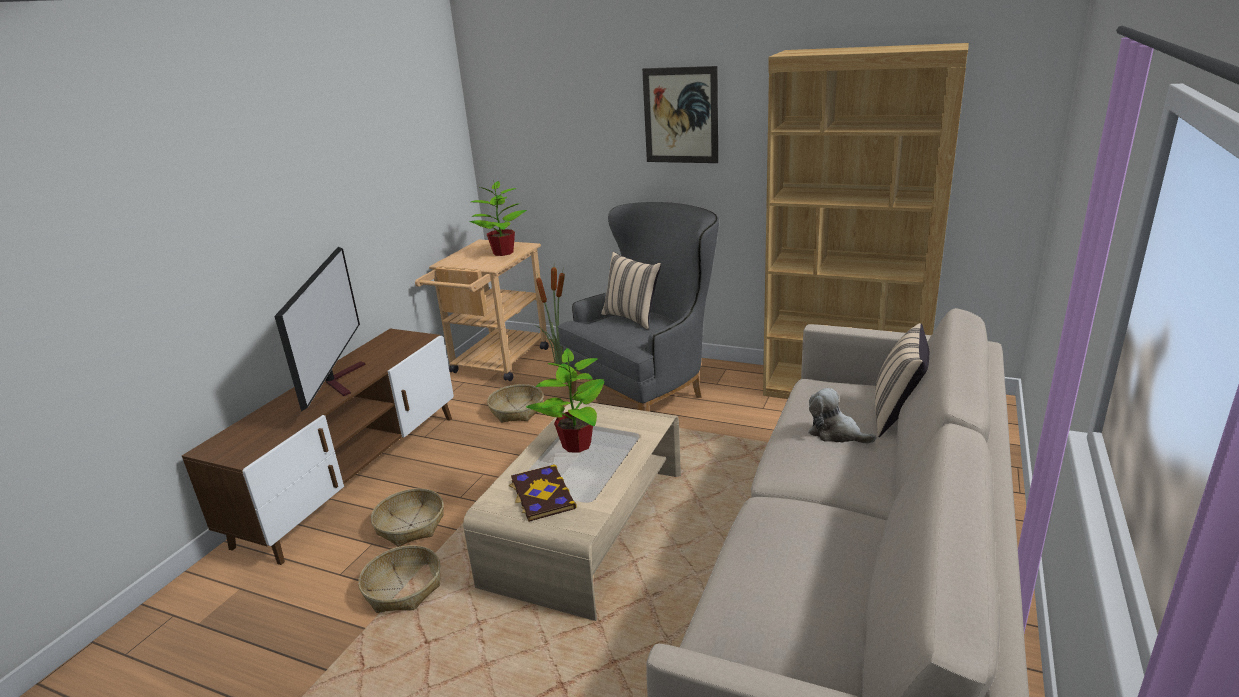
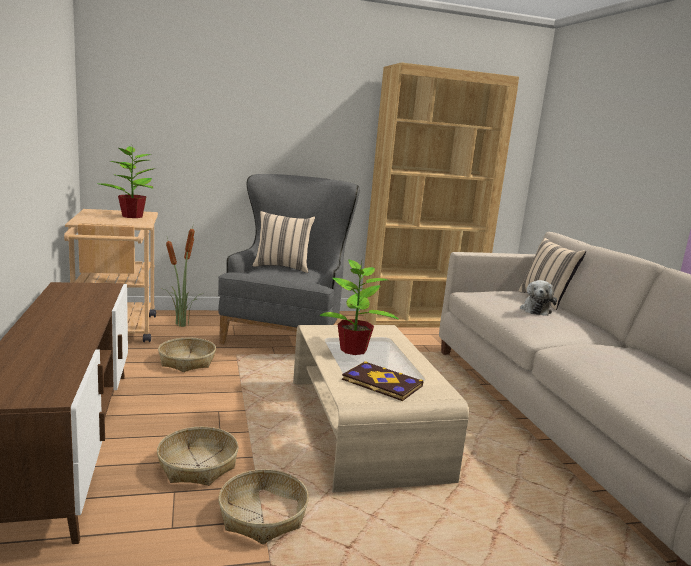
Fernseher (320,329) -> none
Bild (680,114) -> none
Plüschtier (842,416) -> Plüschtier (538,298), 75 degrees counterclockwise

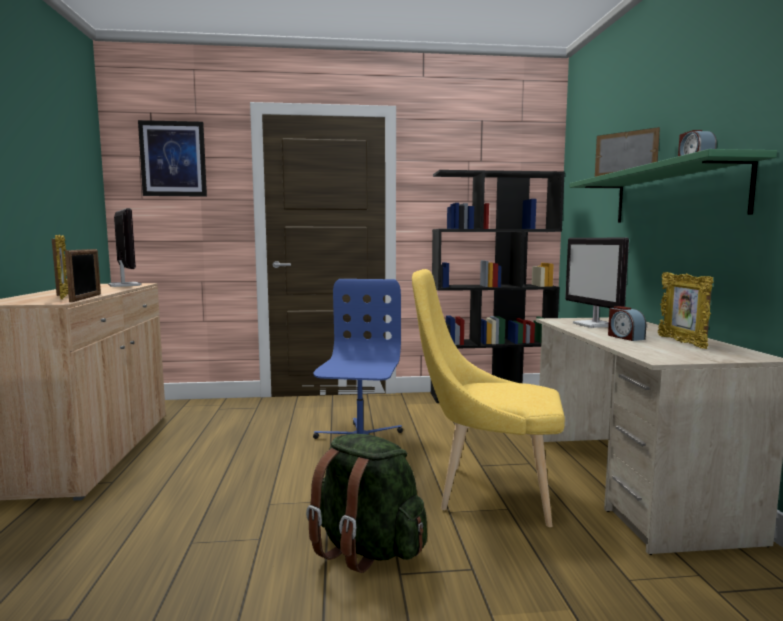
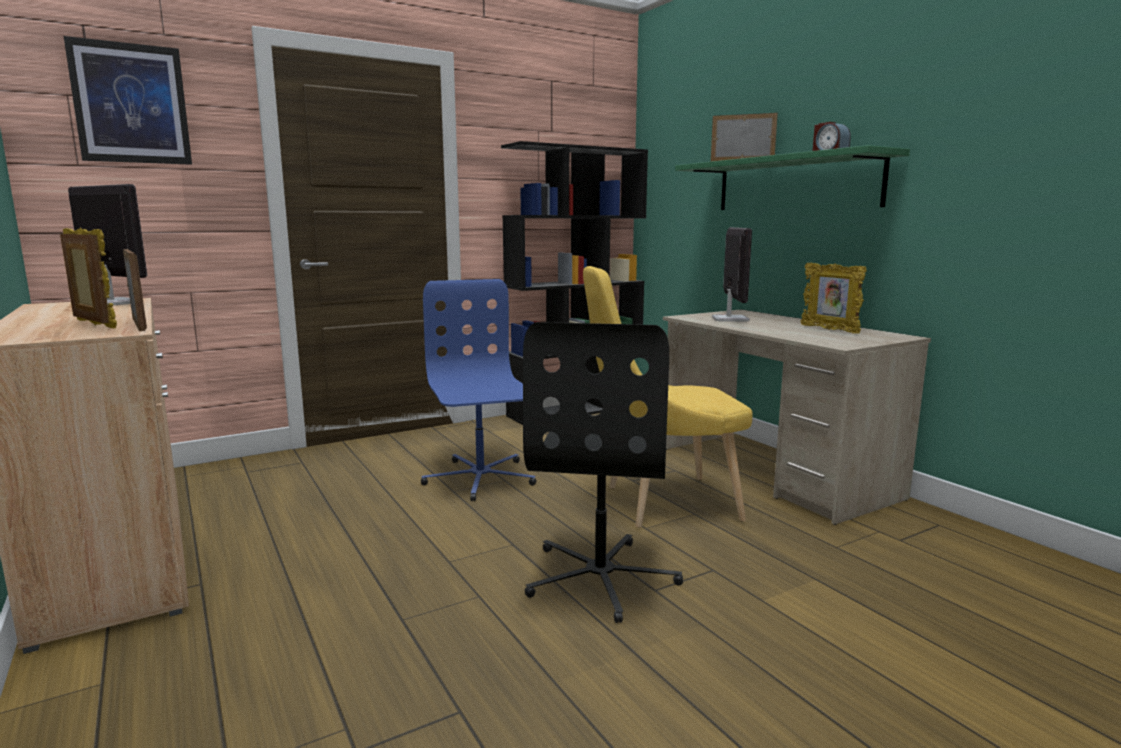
Wecker (627,323) -> none
Rucksack (grün) (366,503) -> Bürostuhl (schwarz) (603,472)
Monitor (597,283) -> Monitor (732,274), 135 degrees counterclockwise

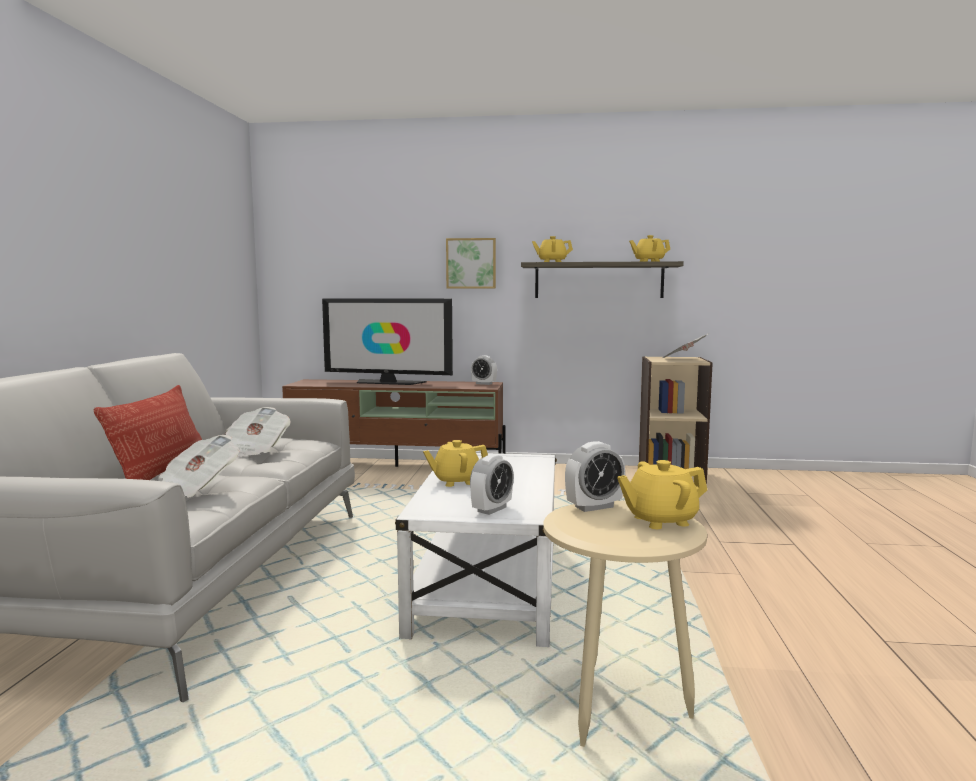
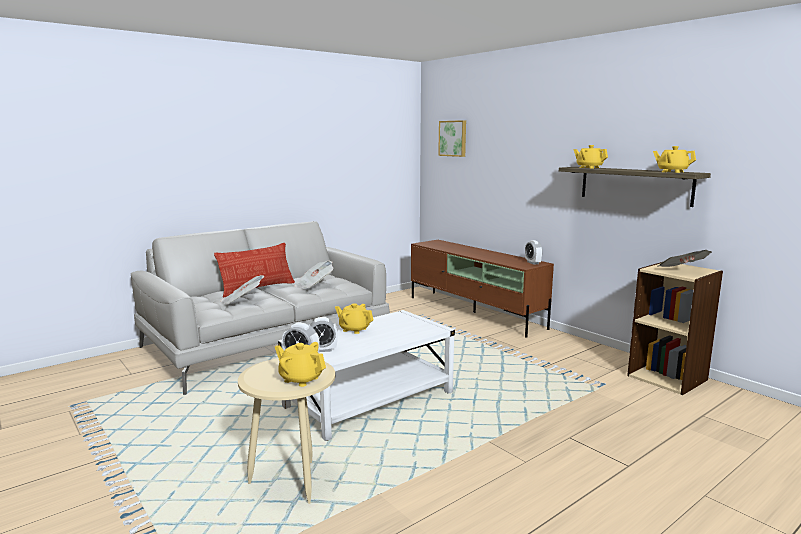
Fernseher (387,341) -> none
Bild (471,263) -> Bild (452,138), shifted

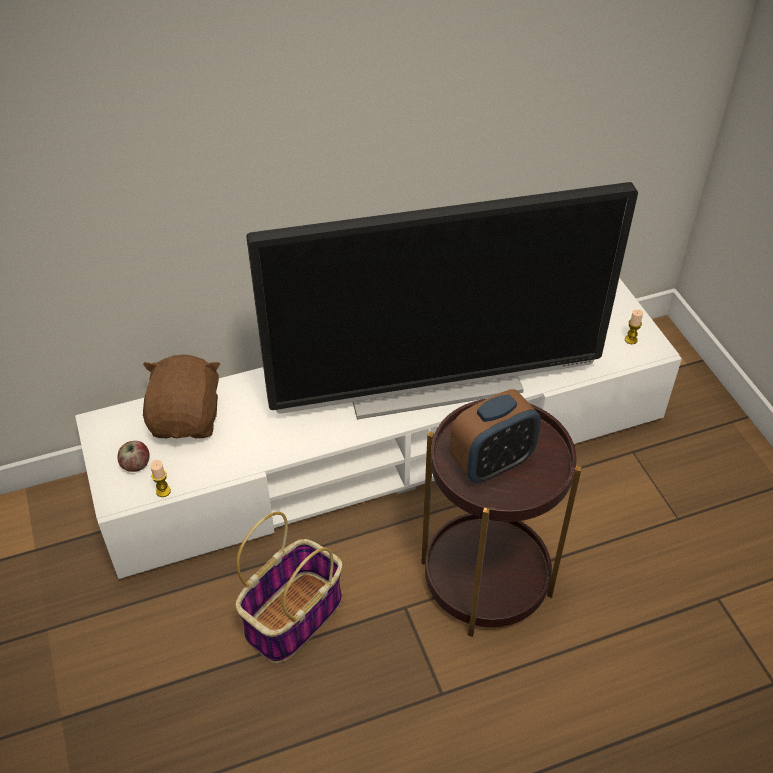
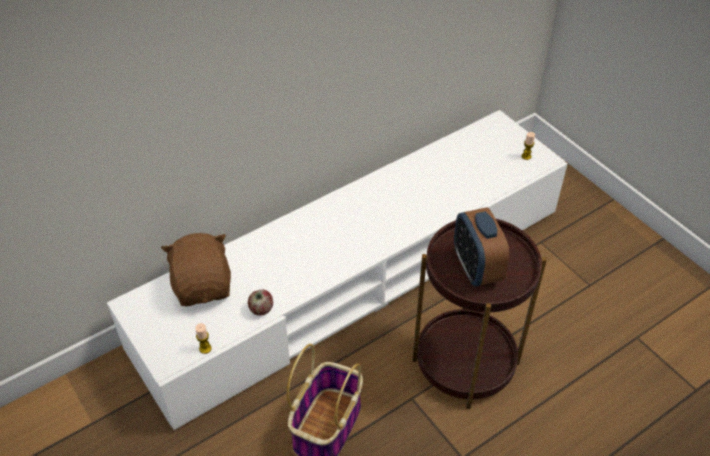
Fernseher (442,300) -> none
Apfel (133,456) -> Apfel (260,303), shifted
Wecker (495,435) -> Wecker (481,246), 120 degrees clockwise

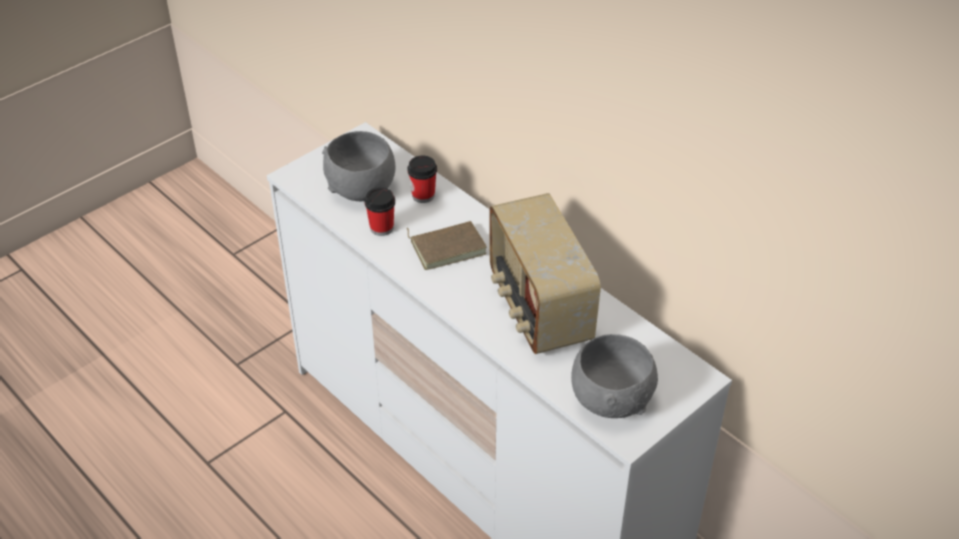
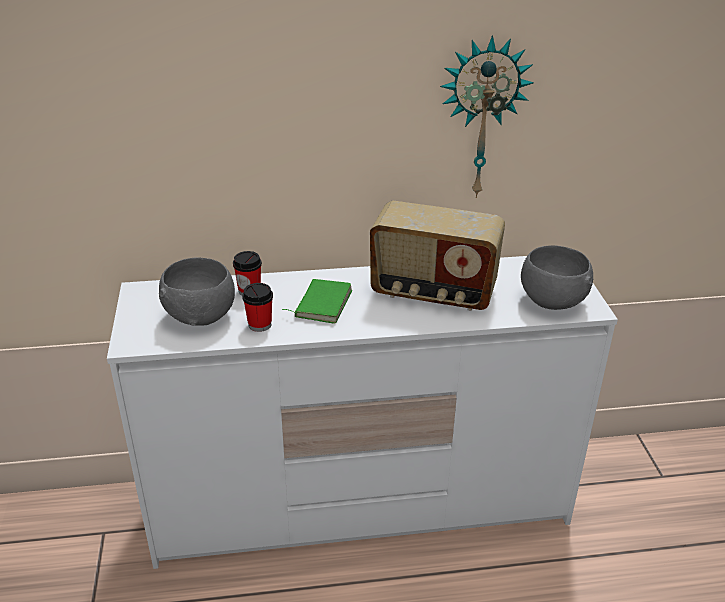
none -> Wanduhr (487,116)
Buch (braun) (447,245) -> Buch (grün) (317,301)

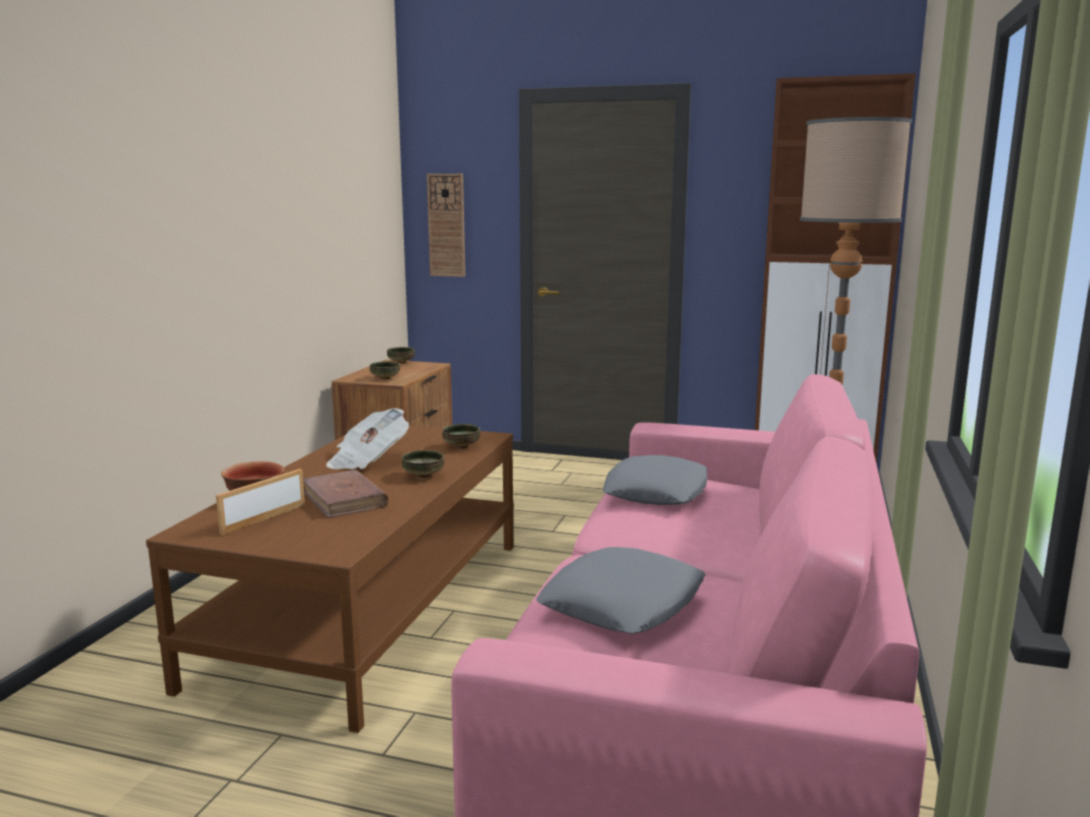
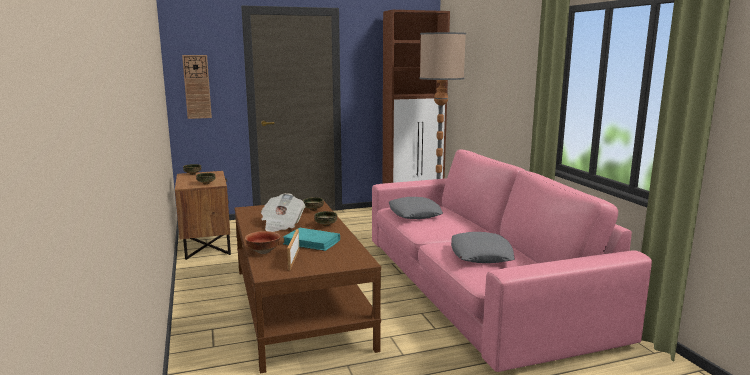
Buch (braun) (345,494) -> Buch (türkis) (311,239)

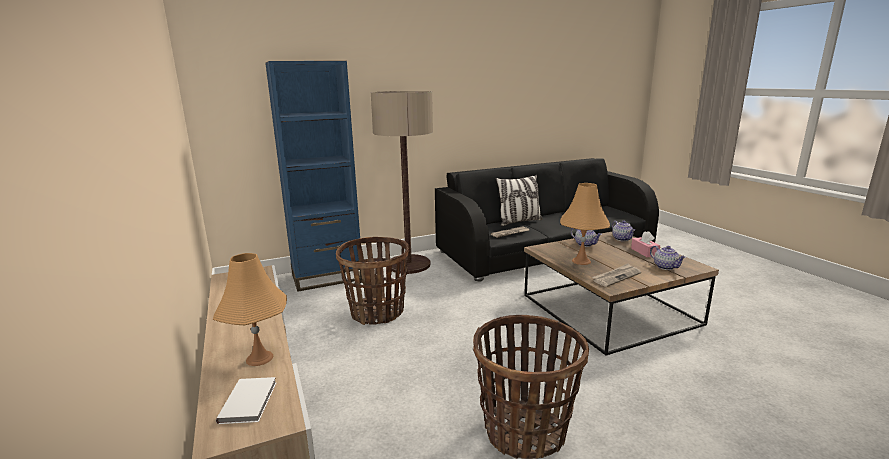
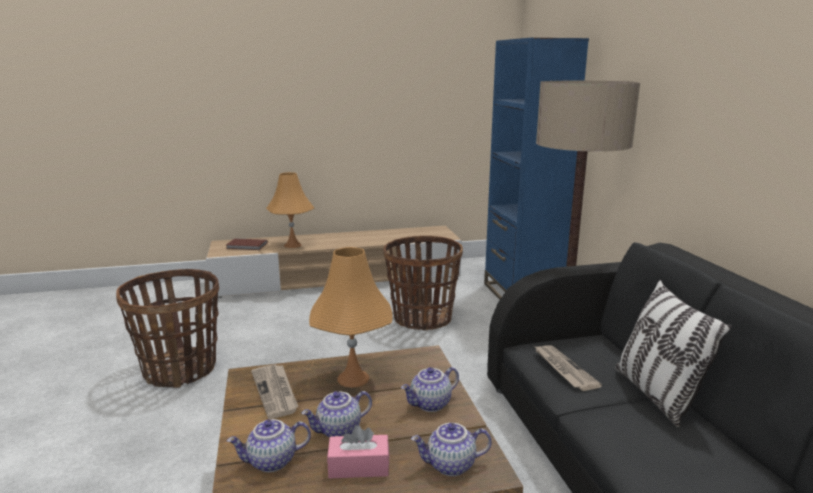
none -> Teekanne (336,414)
Buch (weiß) (246,400) -> Buch (braun) (247,244)

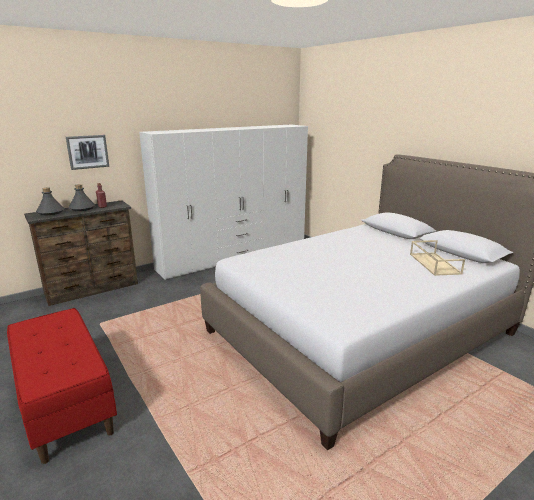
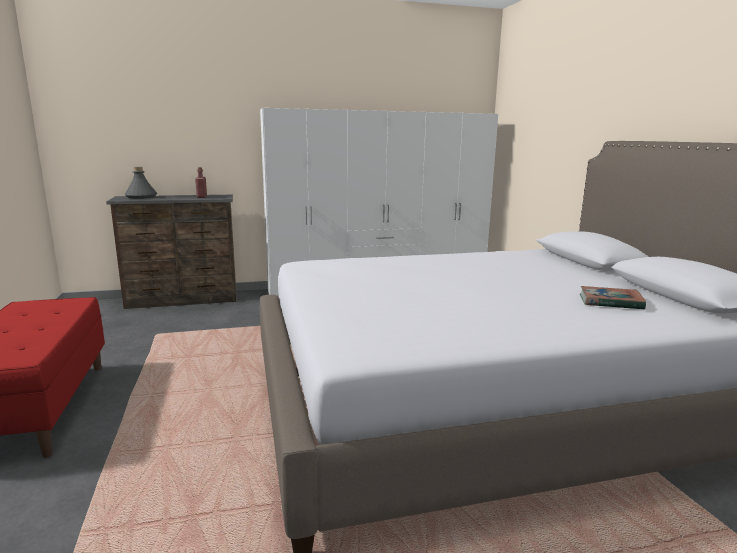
Bild (87,152) -> none
Flasche (grau) (82,197) -> none
Tablett (beige) (437,258) -> Buch (613,298)

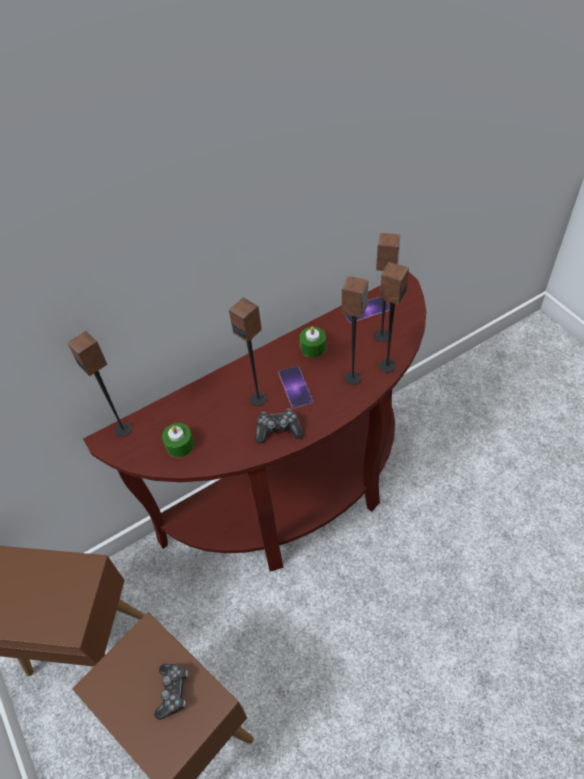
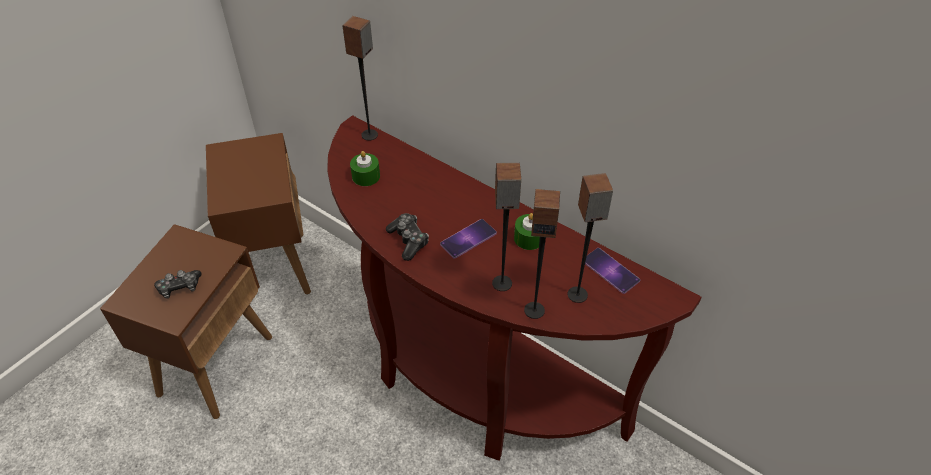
Lautsprecher (248,351) -> none

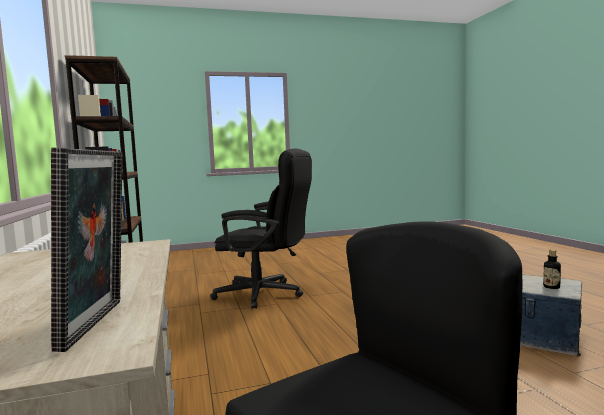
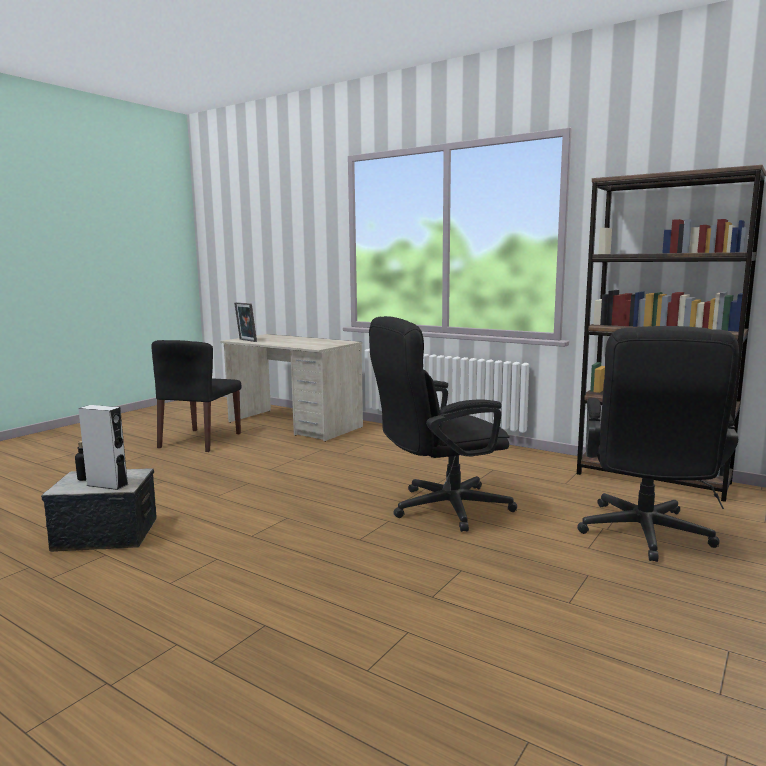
none -> Lautsprecher (grau) (103,447)
none -> Bürostuhl (schwarz) (658,444)

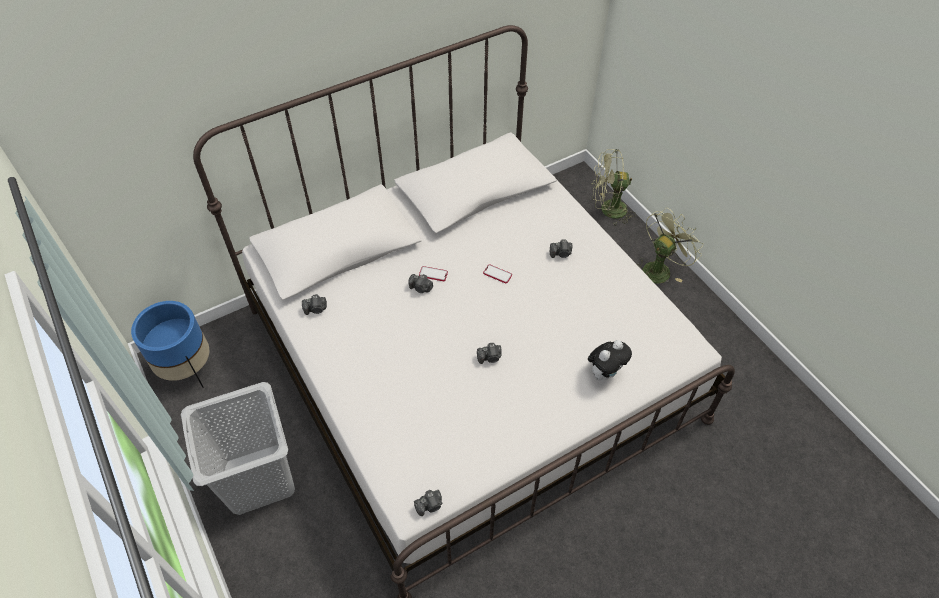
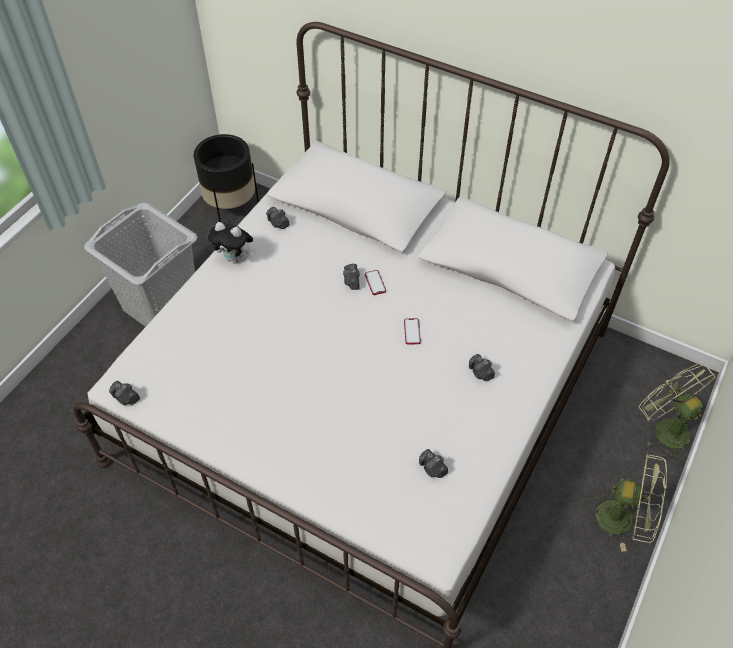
Kamera (489,353) -> Kamera (433,463), shifted
Plüschtier (610,360) -> Plüschtier (231,243), shifted
Pflanzkübel (blau) (170,344) -> Pflanzkübel (schwarz) (226,178)

